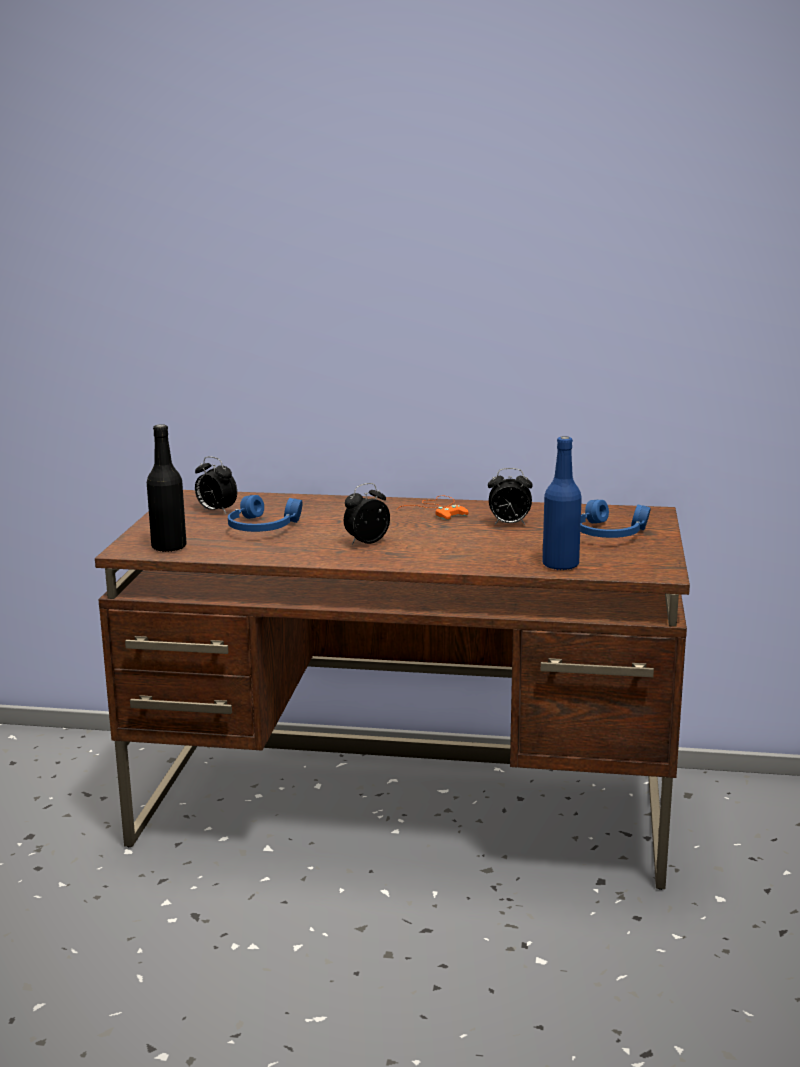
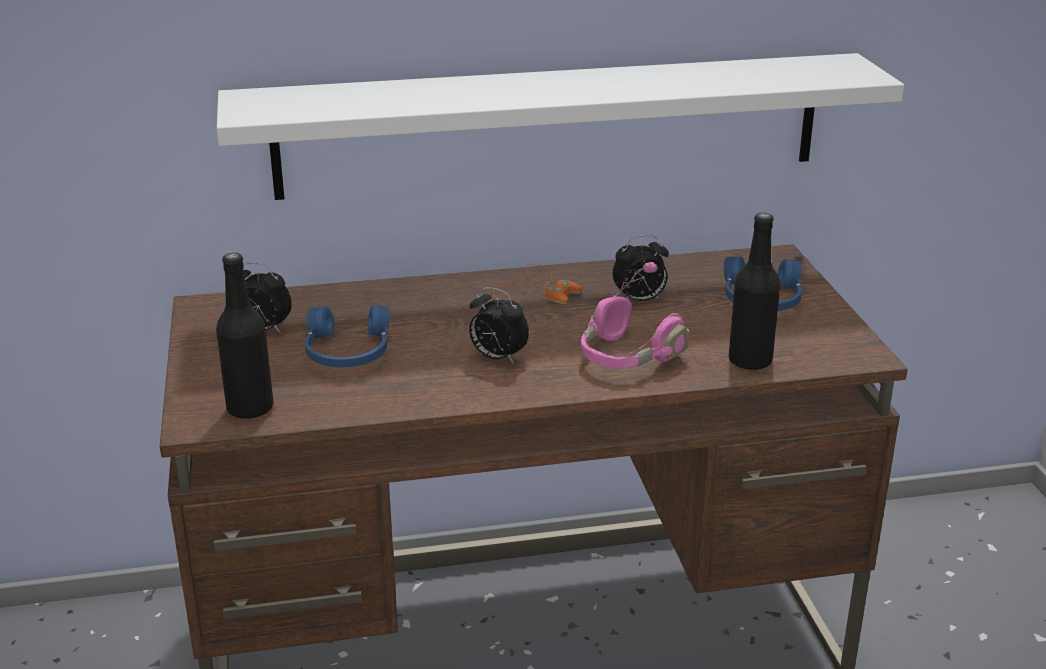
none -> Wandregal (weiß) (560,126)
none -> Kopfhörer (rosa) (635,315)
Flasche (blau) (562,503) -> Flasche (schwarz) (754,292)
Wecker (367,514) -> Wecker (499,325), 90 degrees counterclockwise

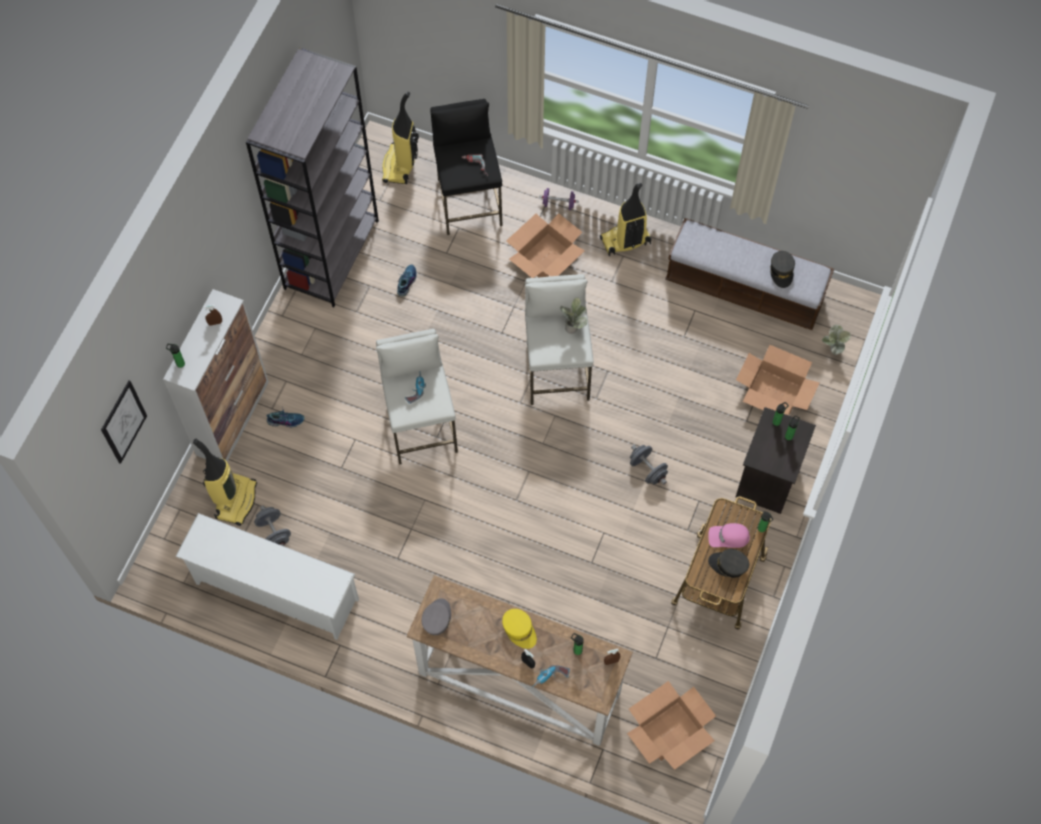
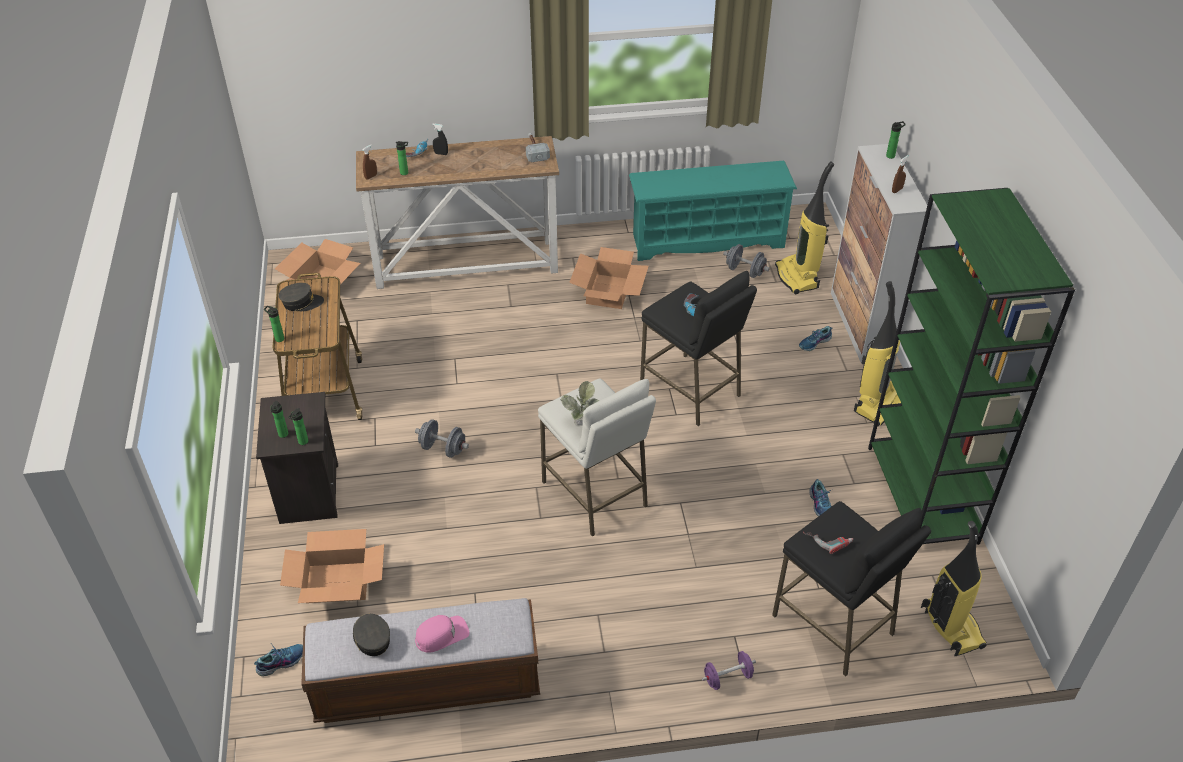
Bild (124,422) -> none
Kappe (gelb) (519,629) -> none
Karton (545,245) -> Karton (609,278), shifted
Staubsauger (625,219) -> Staubsauger (877,353), shifted
Kappe (rosa) (729,535) -> Kappe (rosa) (442,634), shifted
Kappe (grau) (436,616) -> Hammer (538,147)
Topfpflanze (836,340) -> Schuh (278,660)
Schuhregal (weiß) (267,576) -> Schuhregal (türkis) (713,211)
Bücherregal (grau) (312,177) -> Bücherregal (grün) (971,366)
Hocker (weiß) (417,397) -> Hocker (schwarz) (698,348)

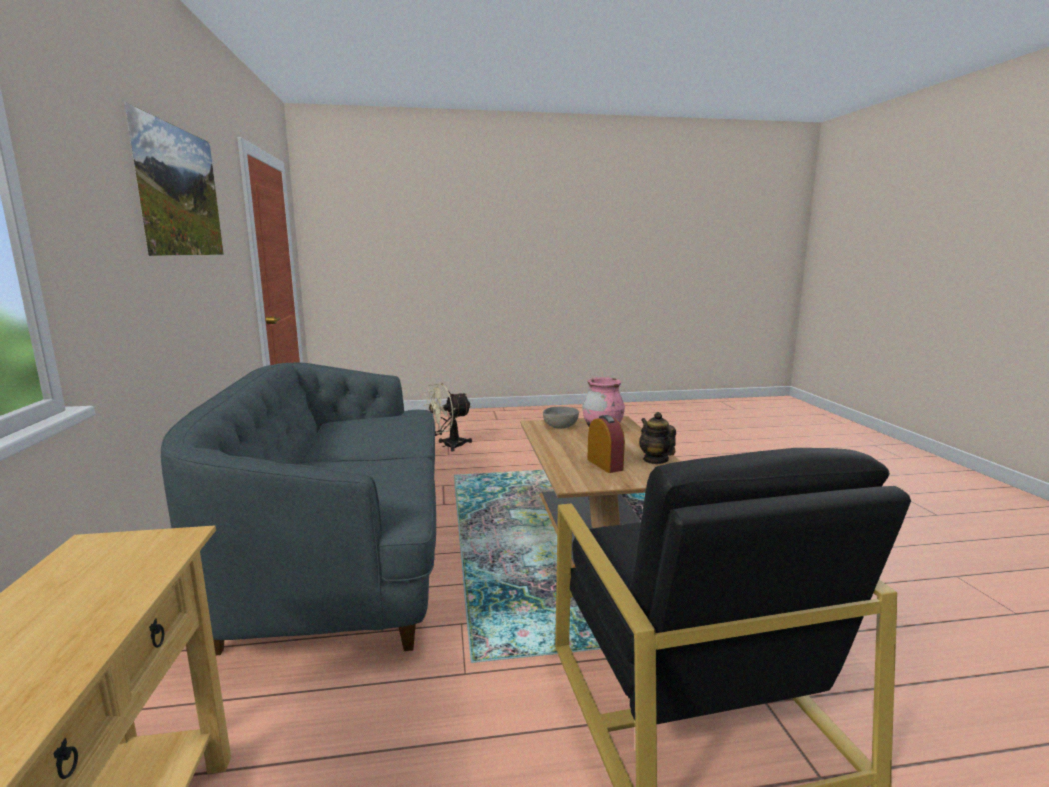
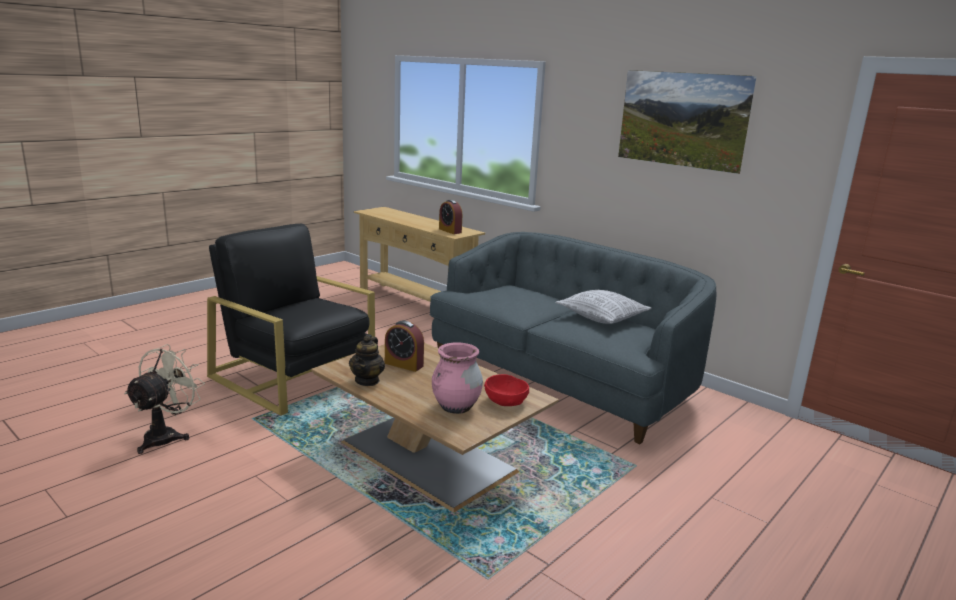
none -> Wecker (450,217)
none -> Kissen (603,307)
Ventilator (beige) (447,417) -> Ventilator (beige) (164,399), shifted
Schüssel (grau) (561,417) -> Schüssel (rot) (506,390)
Teekanne (657,438) -> Teekanne (367,360), 75 degrees clockwise

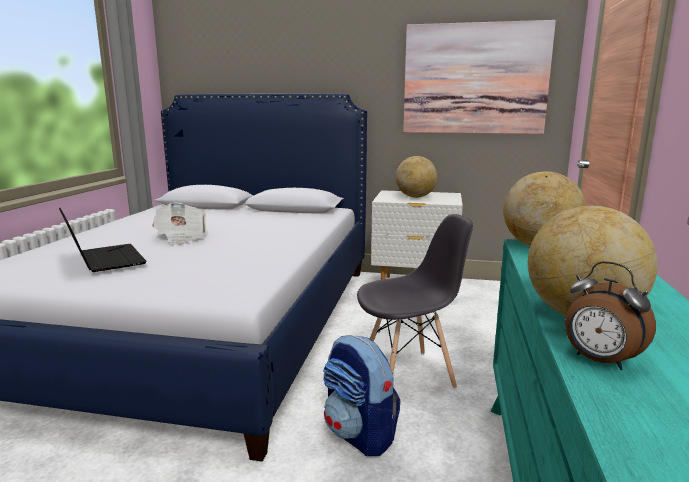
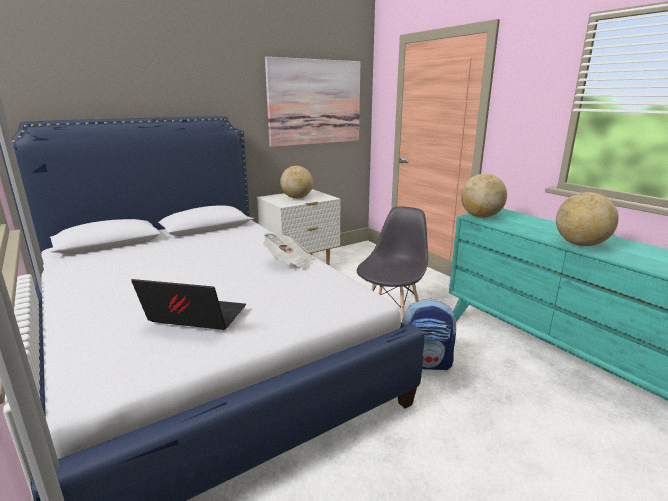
Wecker (610,315) -> none
Zeitung (179,224) -> Zeitung (287,251), shifted

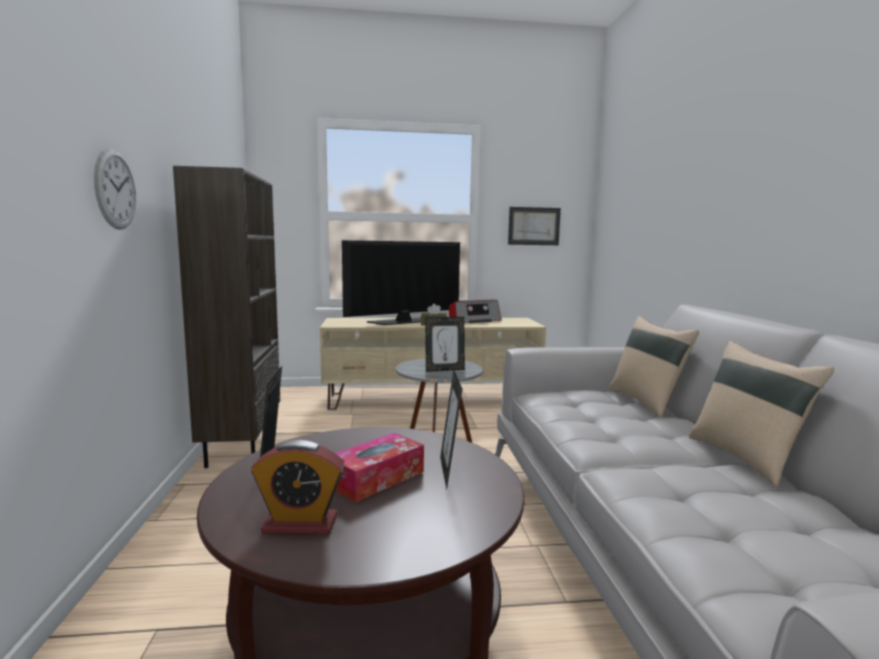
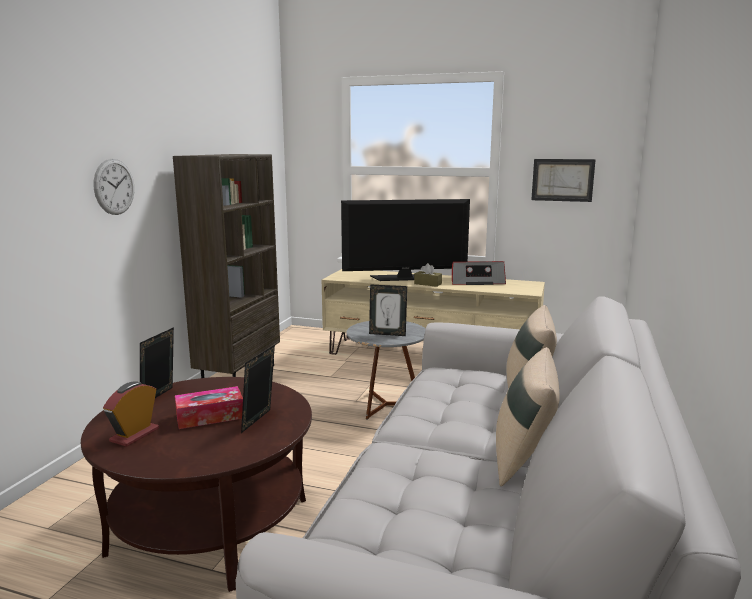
Wecker (298,487) -> Wecker (131,414), 90 degrees clockwise

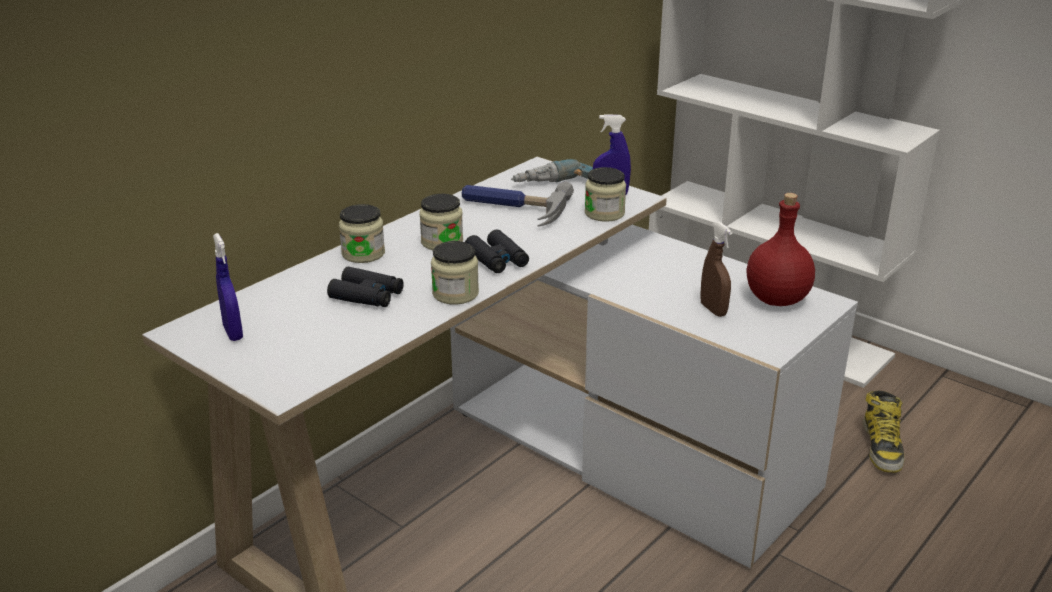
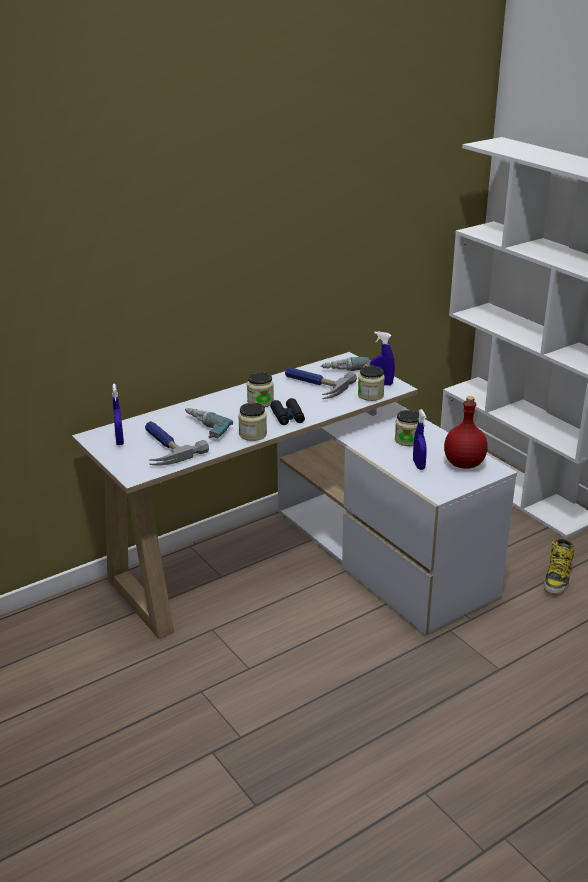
none -> Hammer (177,443)
Vorratsglas (362,233) -> Vorratsglas (407,428), shifted
Fernglas (schwarz) (365,287) -> Bohrmaschine (209,423)
Sprühflasche (braun) (716,269) -> Sprühflasche (blau) (420,439)

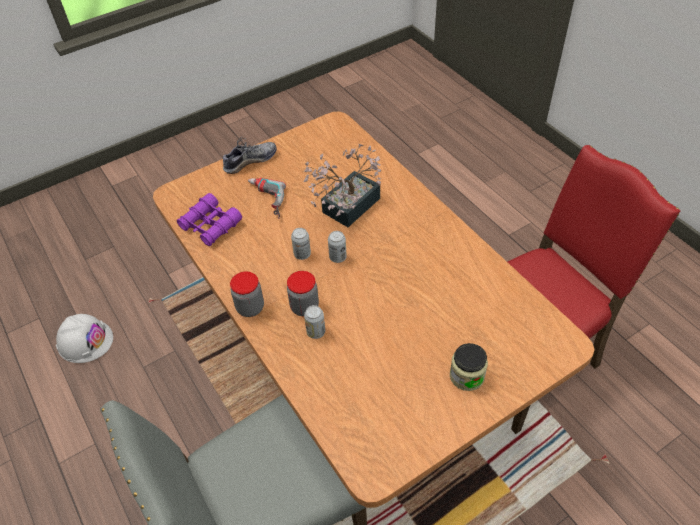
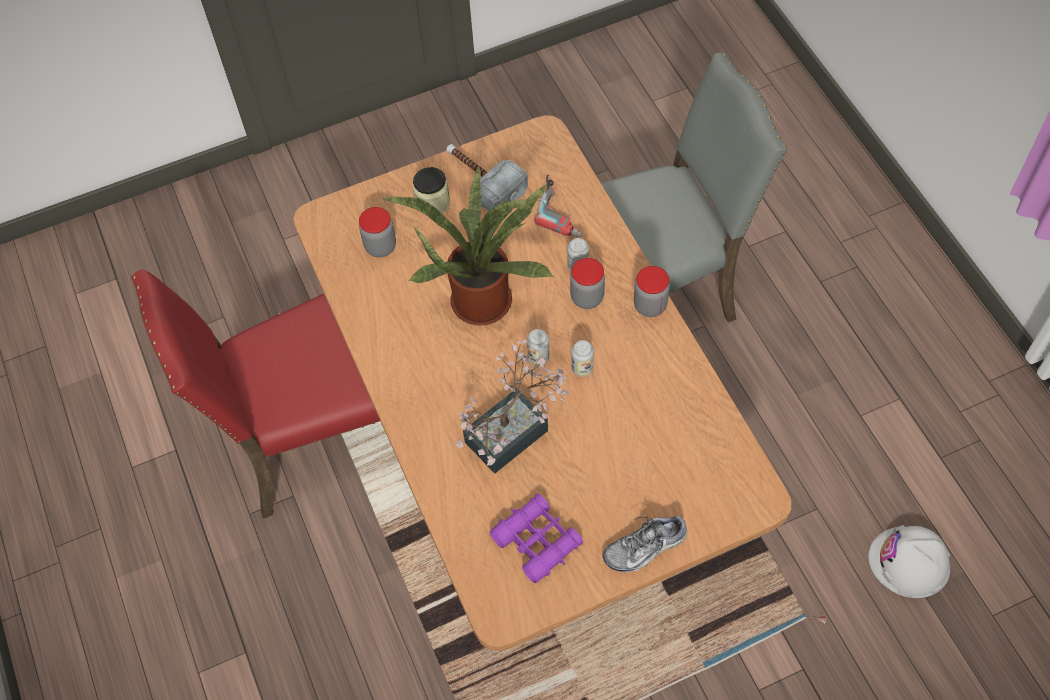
none -> Vorratsglas (377,232)
none -> Topfpflanze (468,245)
none -> Hammer (487,177)
Fernglas (lila) (209,219) -> Fernglas (lila) (536,538), shifted
Bohrmaschine (267,198) -> Bohrmaschine (558,205), shifted

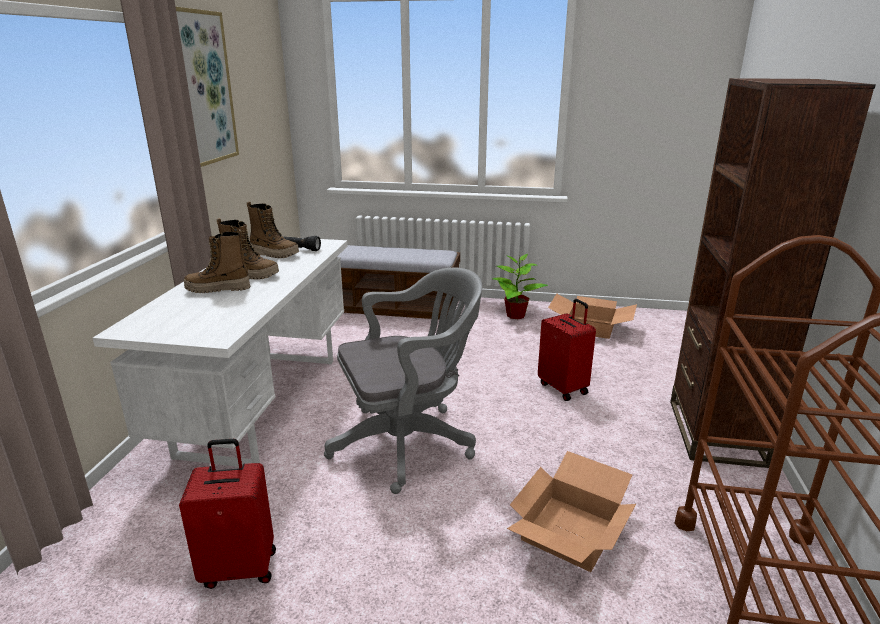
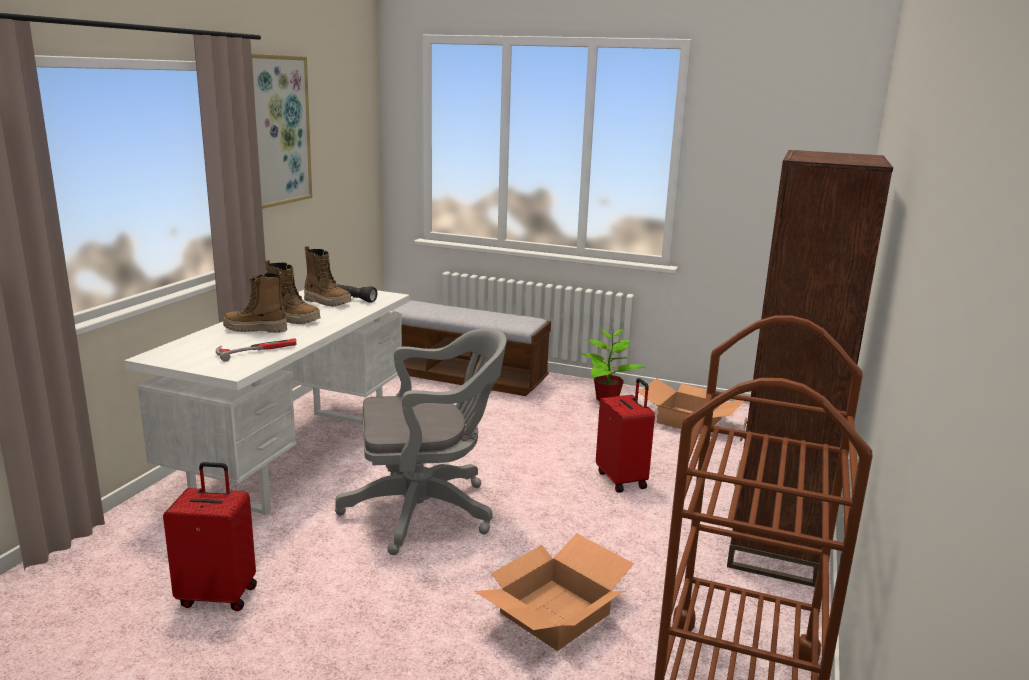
none -> Hammer (256,350)

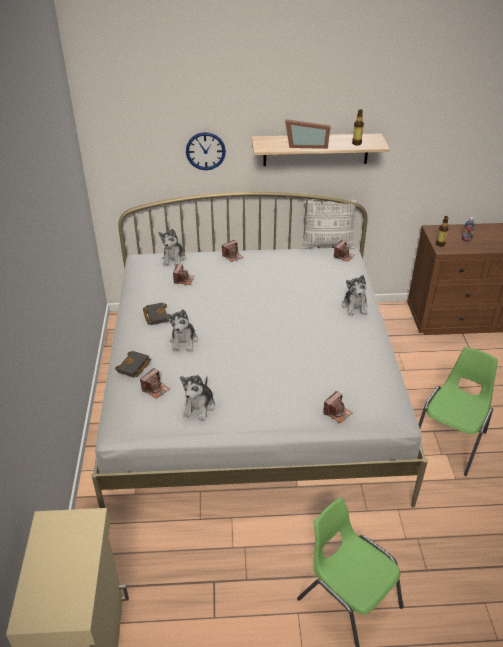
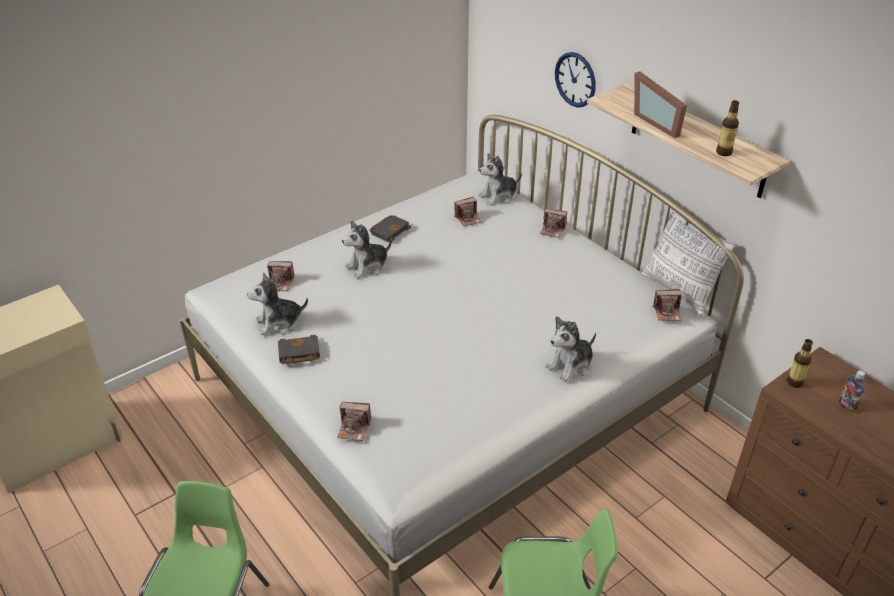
Buch (schwarz) (133,364) -> Buch (schwarz) (299,349), shifted

